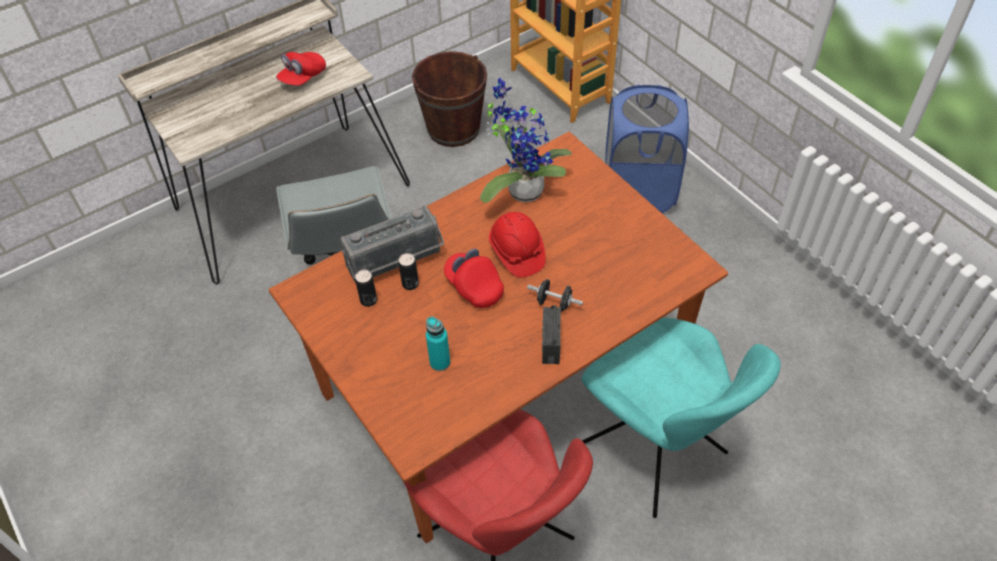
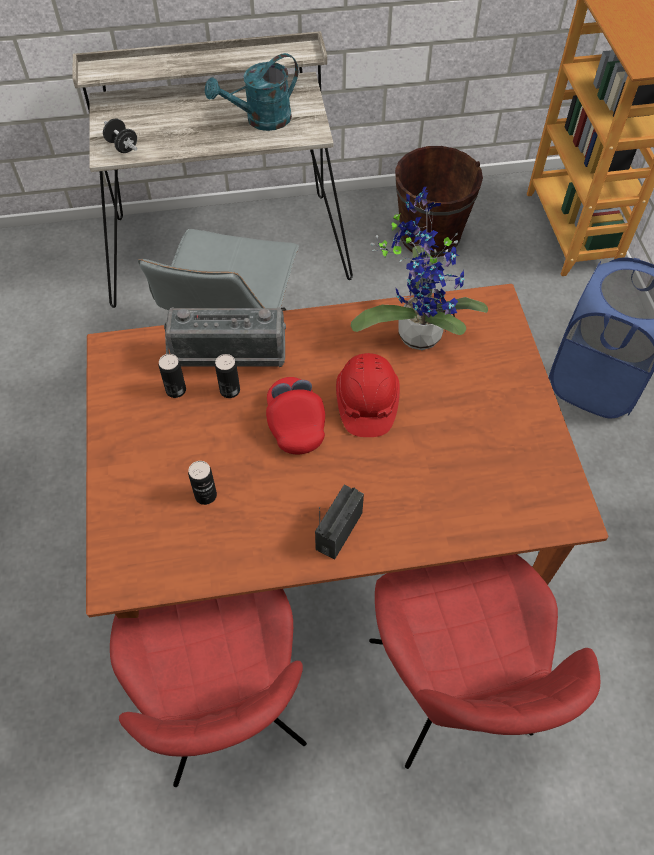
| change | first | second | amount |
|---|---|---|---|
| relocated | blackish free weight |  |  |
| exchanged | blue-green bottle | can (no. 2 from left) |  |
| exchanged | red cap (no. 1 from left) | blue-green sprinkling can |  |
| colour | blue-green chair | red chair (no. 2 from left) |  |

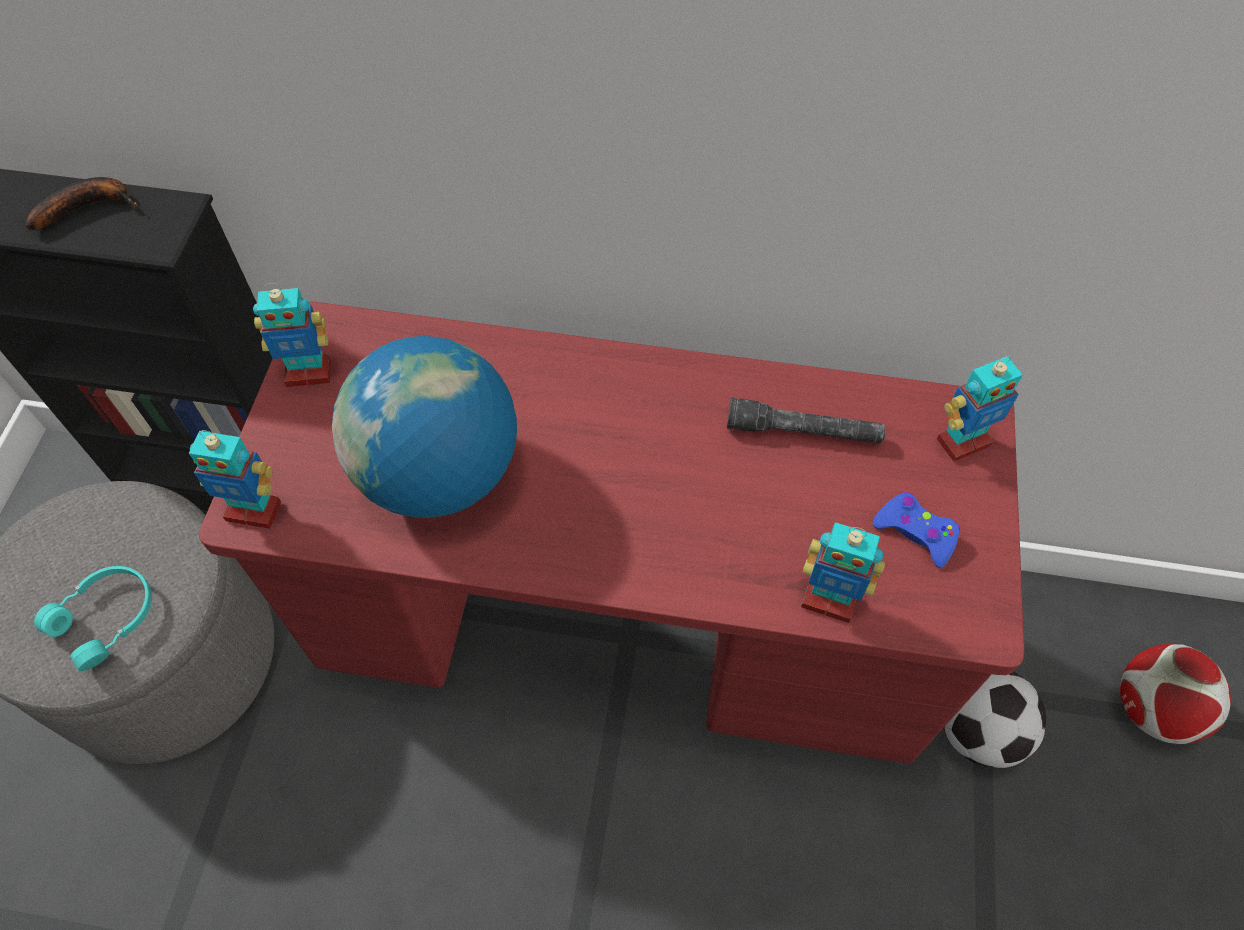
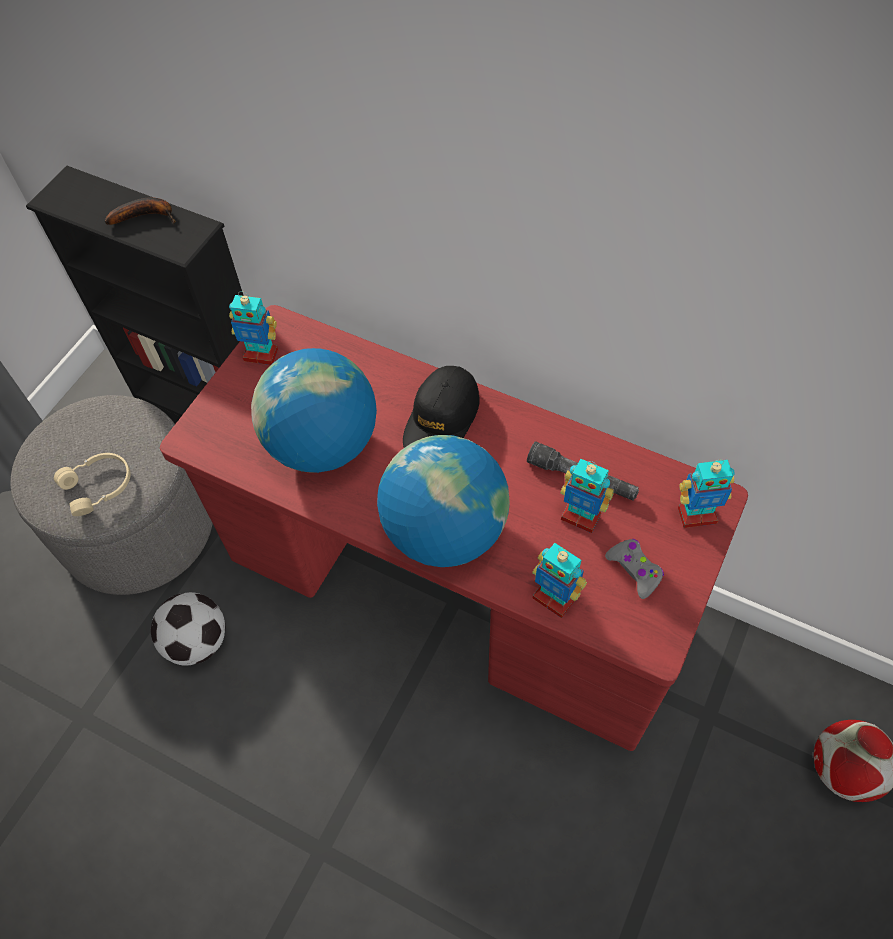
| change | first | second | amount |
|---|---|---|---|
| colour | blue-green pair of headphones | sand-coloured pair of headphones |  |
| relocated | football ball (no. 1 from left) |  |  |
| appeared |  | desk globe (no. 2 from left) |  |
| appeared |  | blackish cap |  |
| relocated | model robot (no. 1 from left in the first image) | model robot (no. 3 from left) |  |
| colour | blue gamepad | gray gamepad |  |

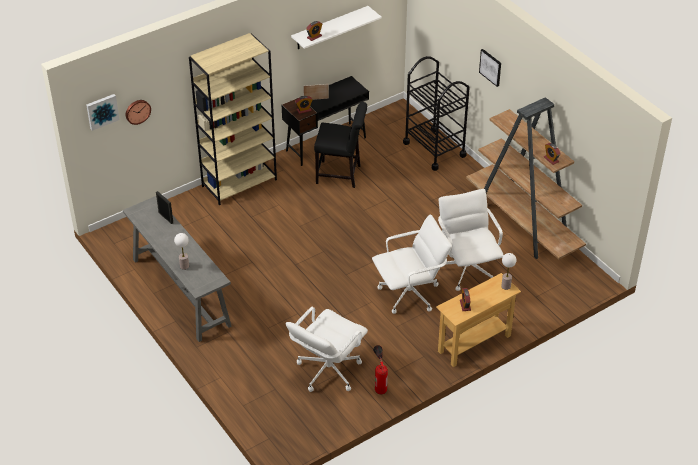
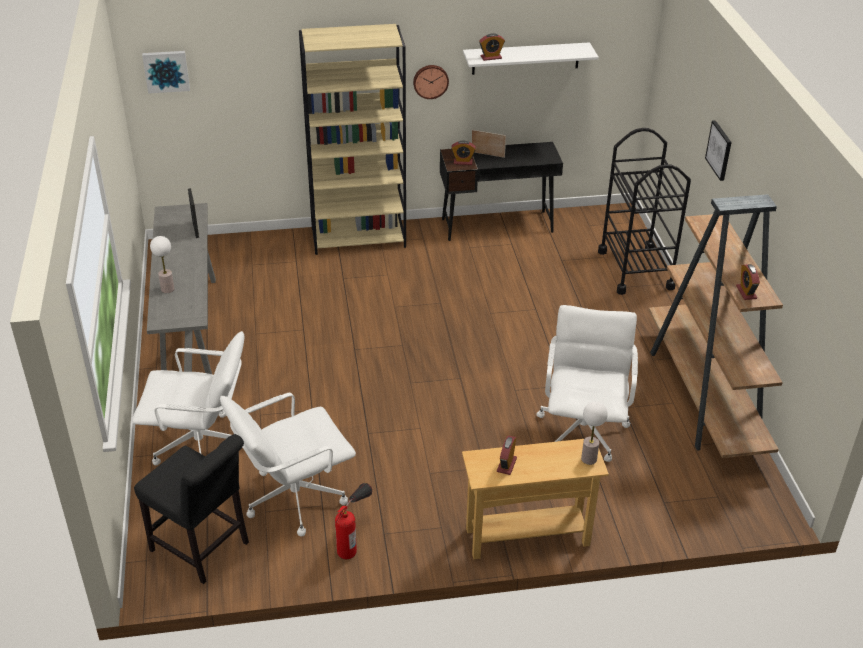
| change | first | second | amount |
|---|---|---|---|
| relocated | white-coloured desk chair (no. 2 from left in the first image) | white-coloured desk chair (no. 1 from left) |  |
| relocated | blackish chair |  |  |
| relocated | clock on the wall |  |  |

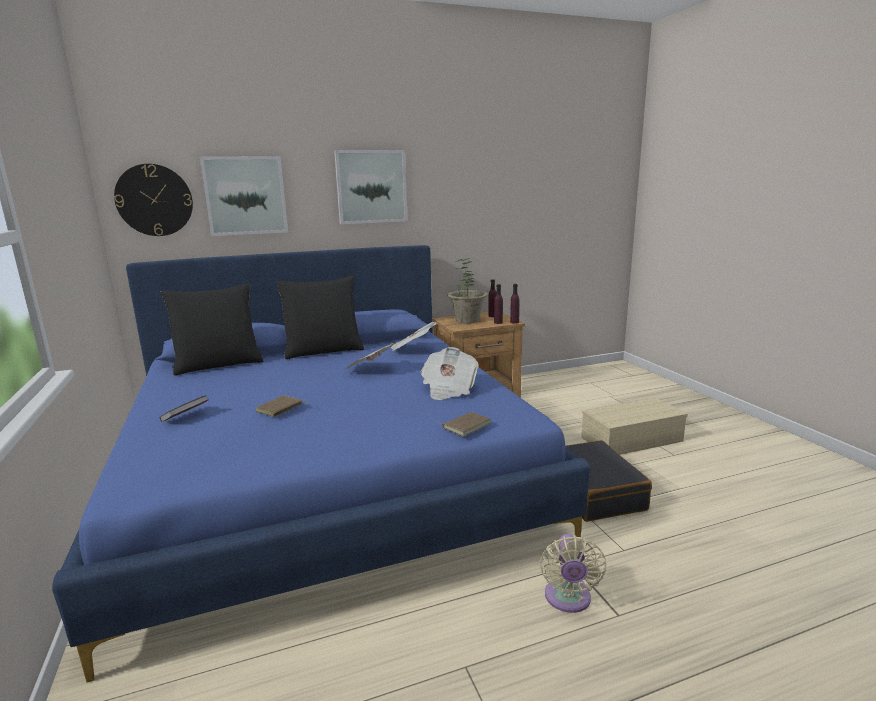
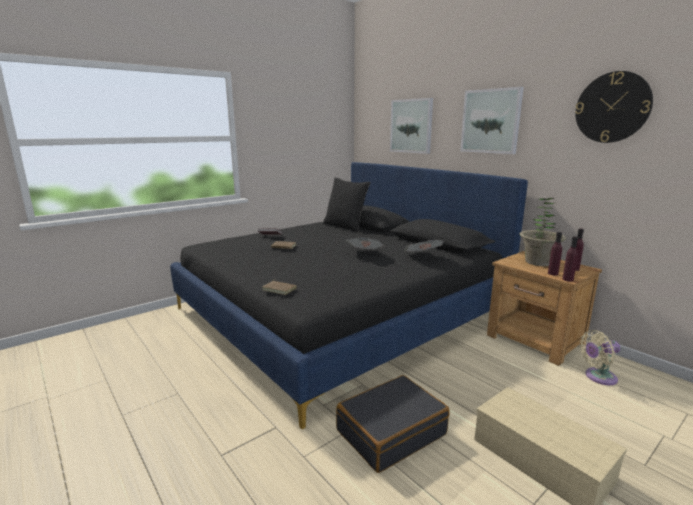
| change | first | second | amount |
|---|---|---|---|
| colour | blue bed | blackish bed |  |
| relocated | clock on the wall |  |  |
| relocated | sand-coloured fan |  |  |
| missing | blackish cushion (no. 2 from left) |  |  |
| missing | daily paper (no. 3 from left) |  |  |

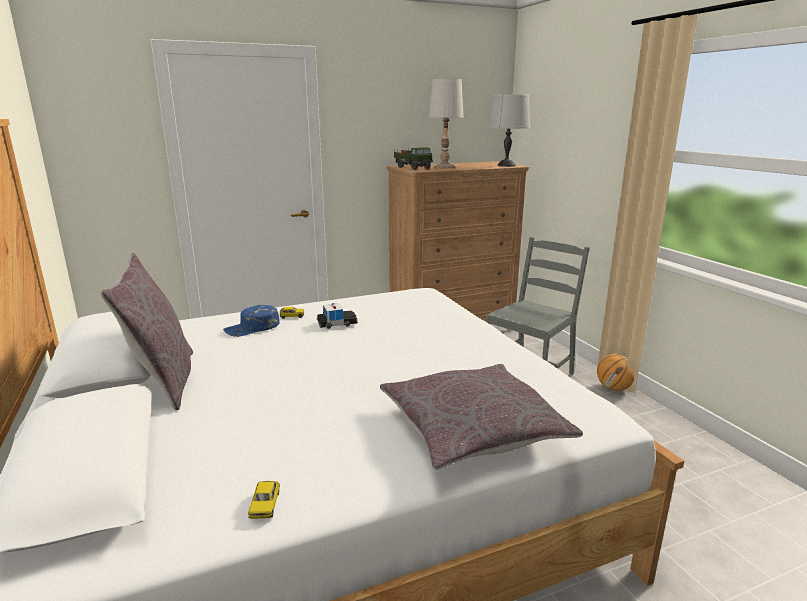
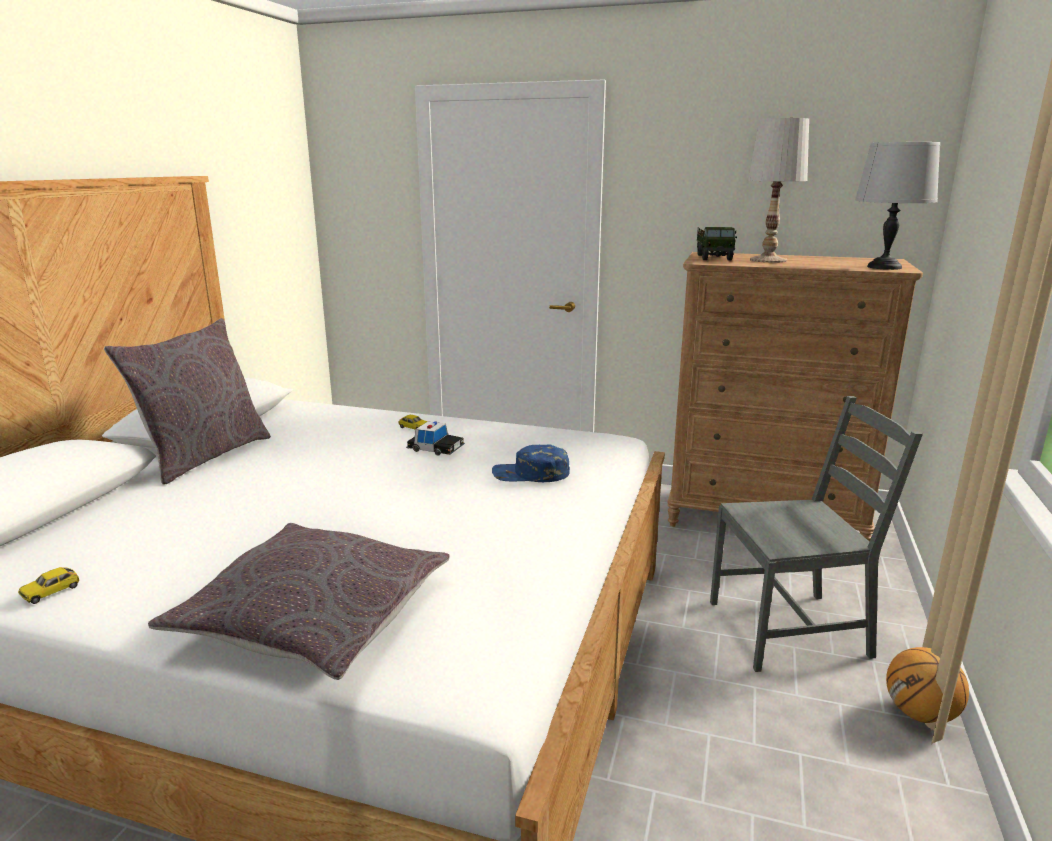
| change | first | second | amount |
|---|---|---|---|
| relocated | blue cap |  |  |

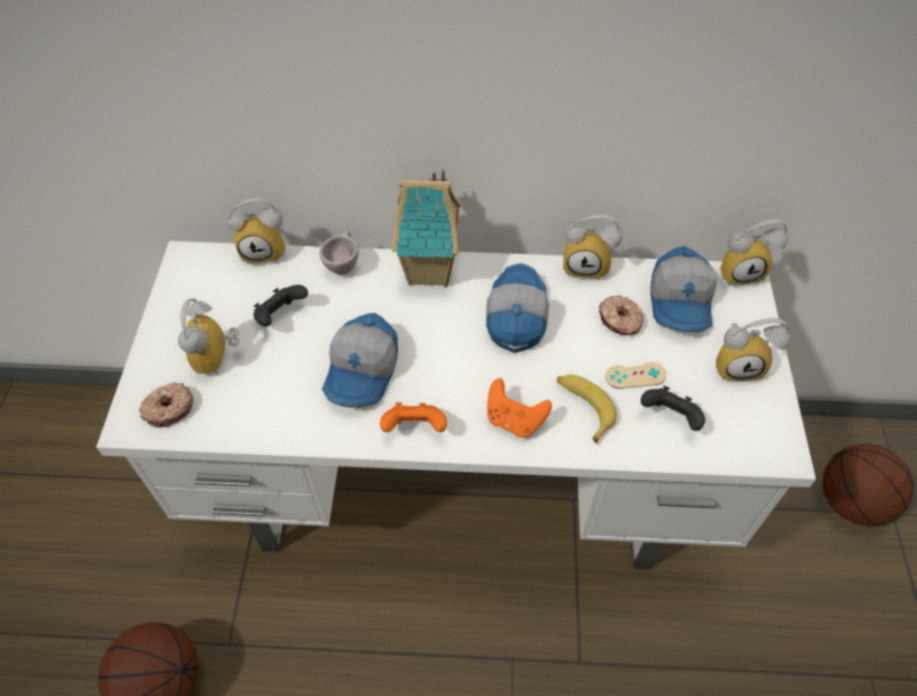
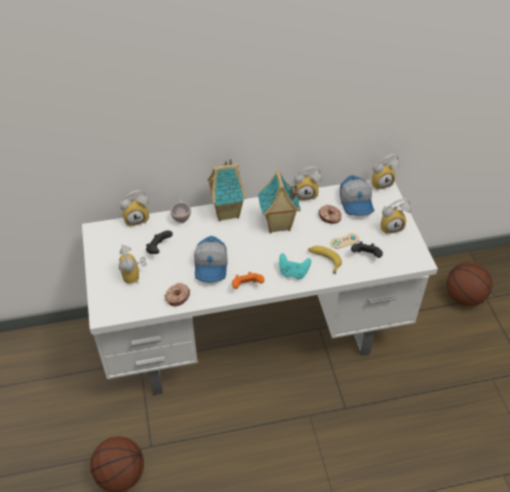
| change | first | second | amount |
|---|---|---|---|
| relocated | doughnut (no. 1 from left) |  |  |
| exchanged | cap (no. 2 from left) | toy house (no. 2 from left) |  |
| colour | orange-coloured gamepad (no. 2 from left) | blue-green gamepad |  |

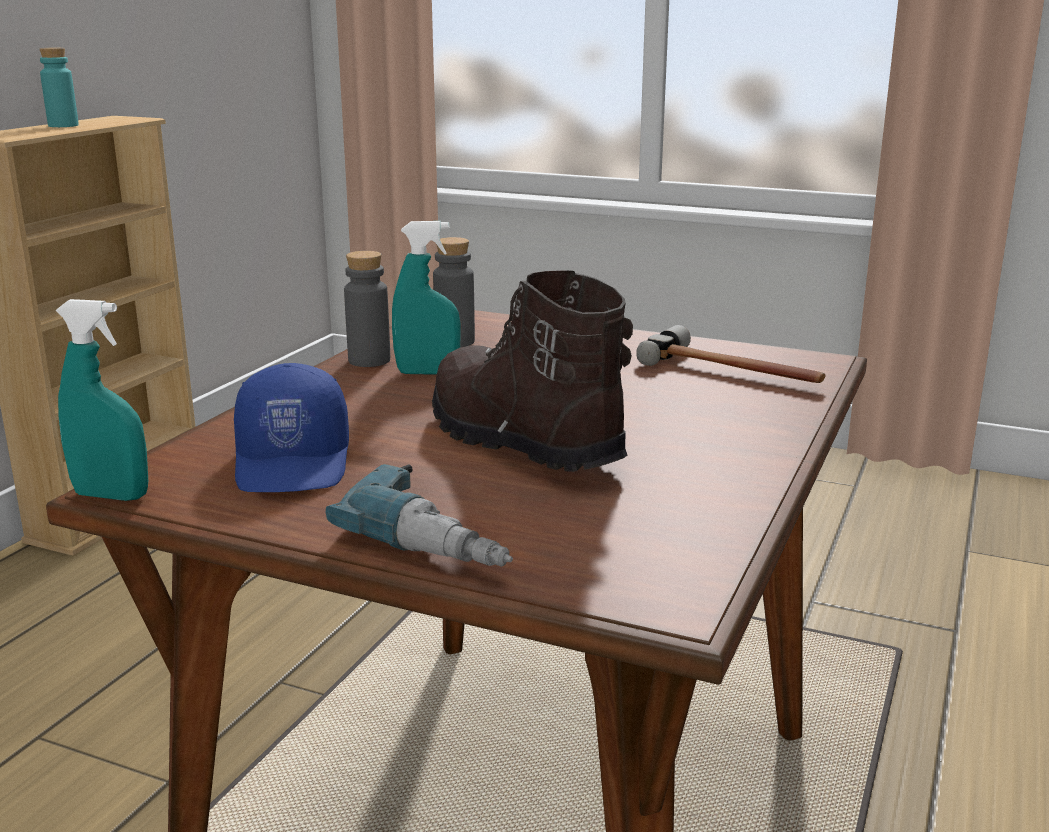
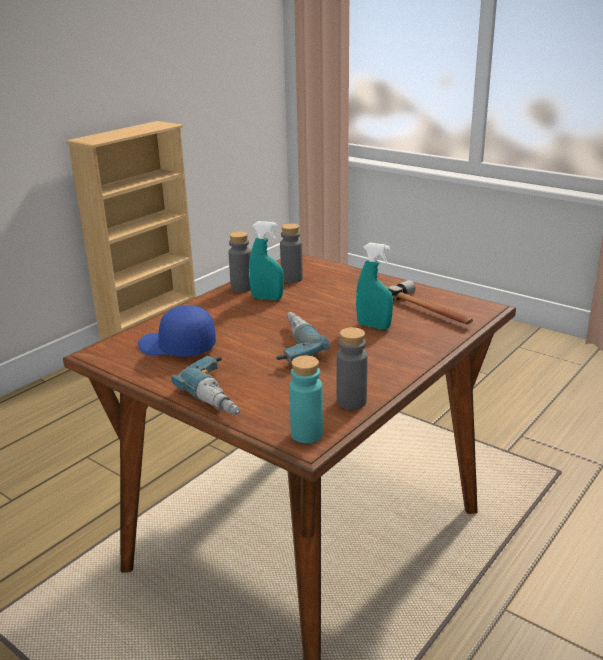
| change | first | second | amount |
|---|---|---|---|
| spun | blue cap |  | 105 degrees clockwise |
| exchanged | brown boot | power drill (no. 2 from left) |  |
| relocated | blue-green bottle |  |  |
| appeared |  | gray bottle (no. 3 from left) |  |
| relocated | blue-green sprayer (no. 1 from left in the first image) | blue-green sprayer (no. 2 from left) |  |

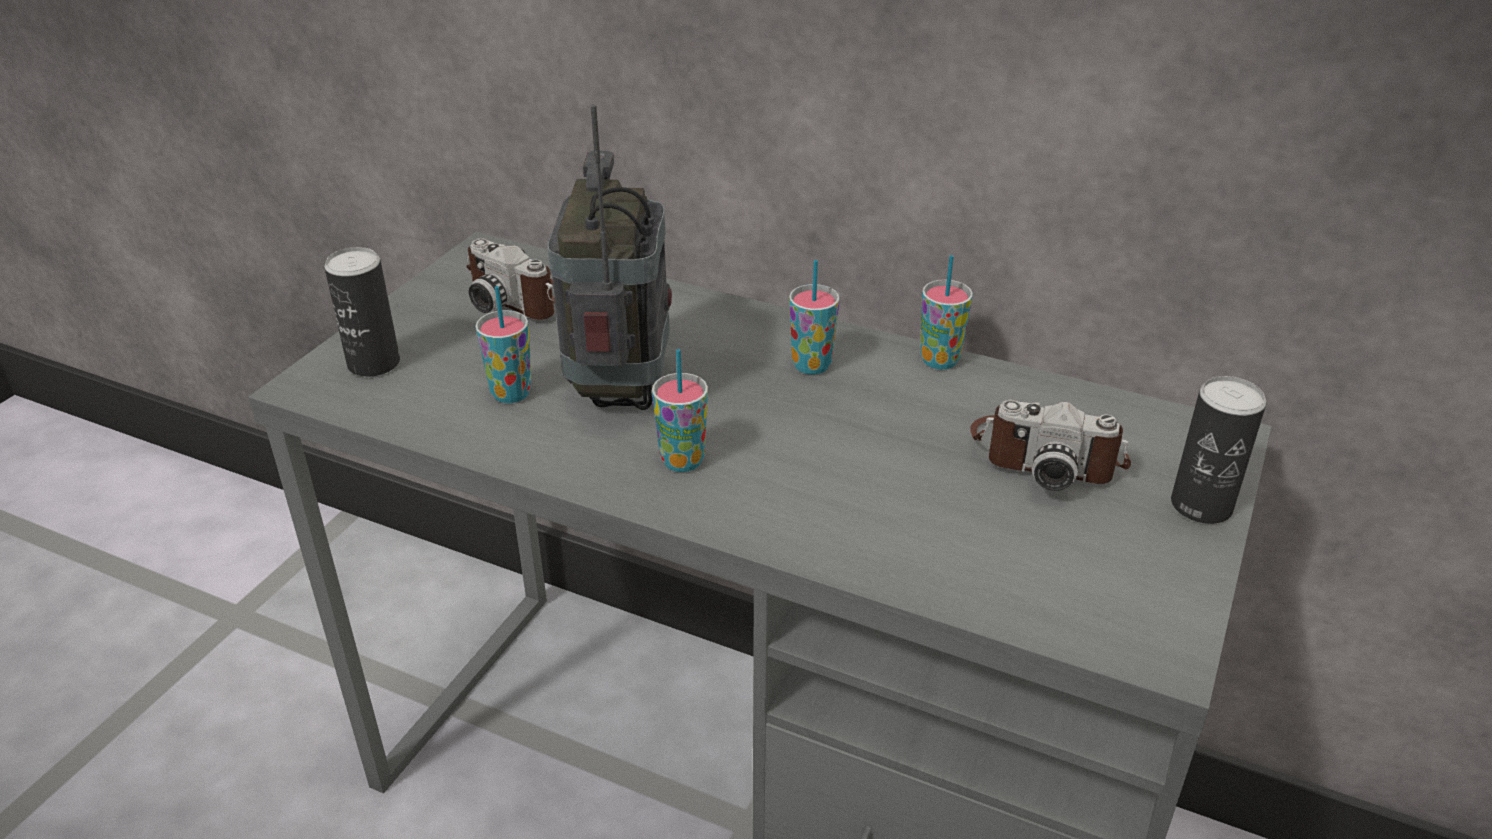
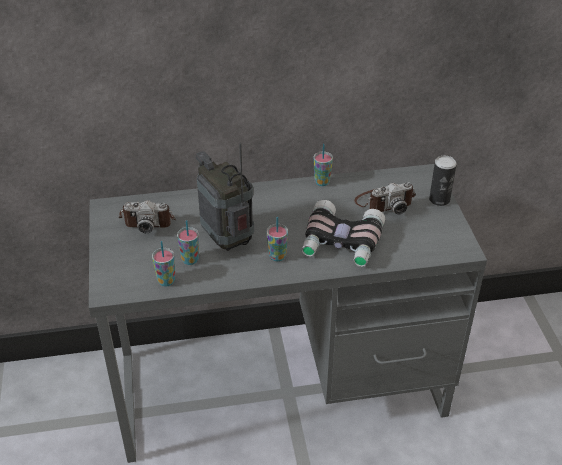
| change | first | second | amount |
|---|---|---|---|
| relocated | cup (no. 3 from left in the first image) | cup (no. 1 from left) |  |
| appeared |  | field glasses |  |
| missing | can (no. 1 from left) |  |  |

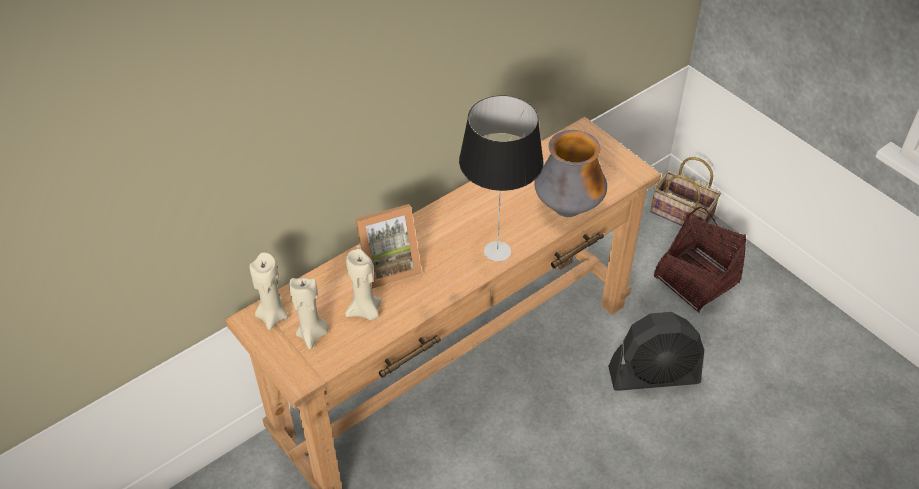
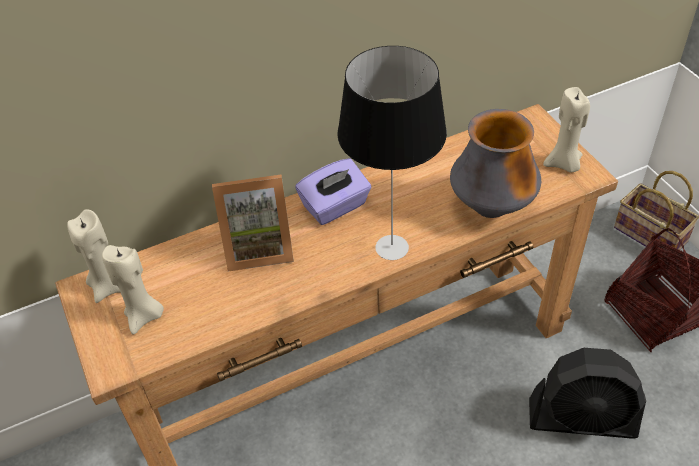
| change | first | second | amount |
|---|---|---|---|
| appeared |  | purple-coloured box of tissues |  |
| relocated | sand-coloured wax light (no. 3 from left) |  |  |

